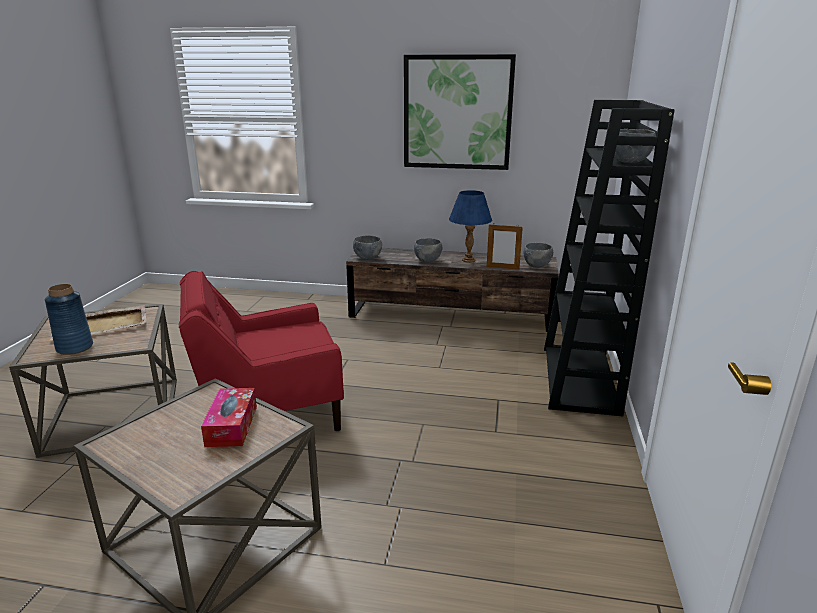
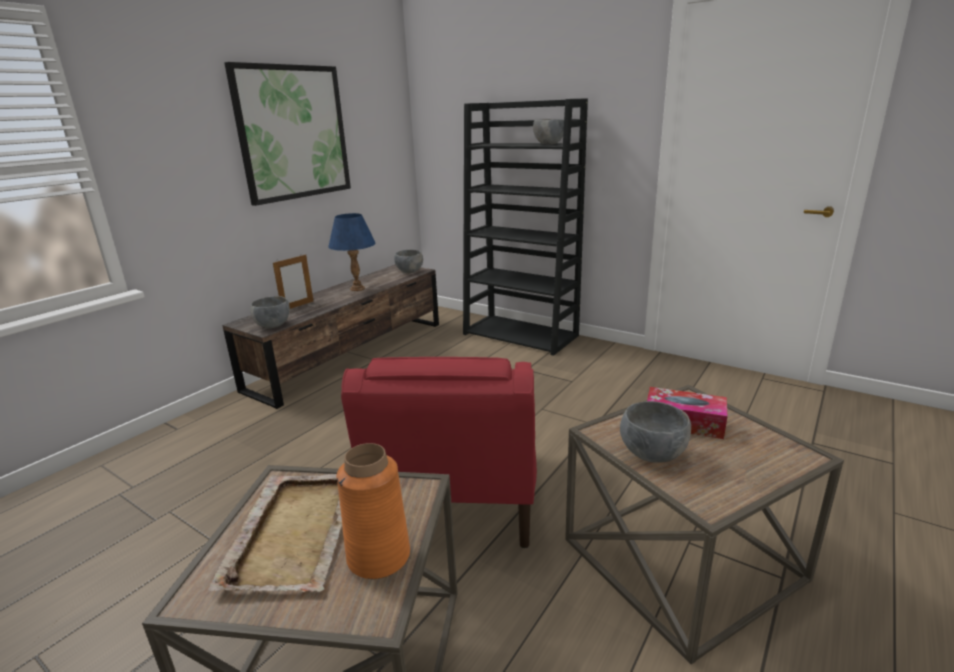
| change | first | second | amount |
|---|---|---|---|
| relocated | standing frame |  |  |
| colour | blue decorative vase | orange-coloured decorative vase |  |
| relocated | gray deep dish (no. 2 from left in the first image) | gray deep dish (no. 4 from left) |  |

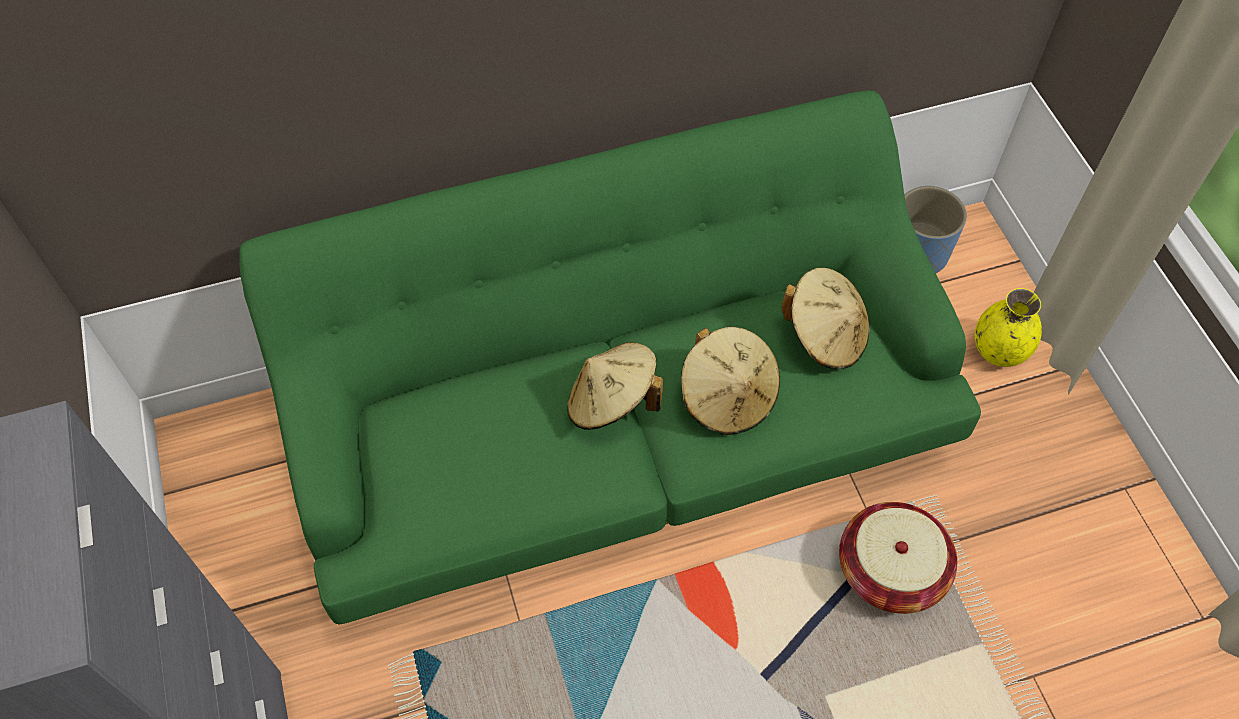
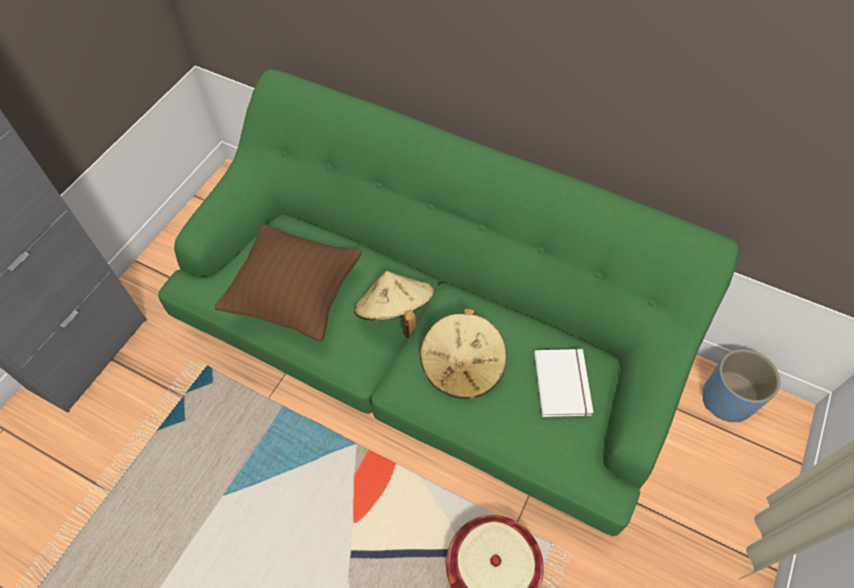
| change | first | second | amount |
|---|---|---|---|
| appeared |  | brown cushion |  |
| exchanged | sand-coloured hat (no. 3 from left) | white-coloured book |  |
| missing | yellowish decorative vase |  |  |

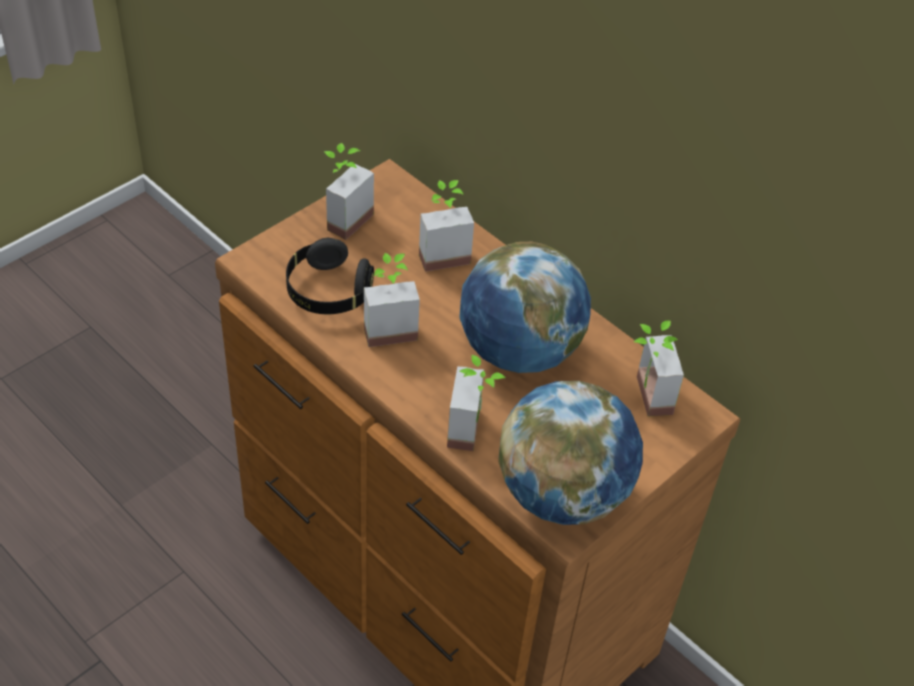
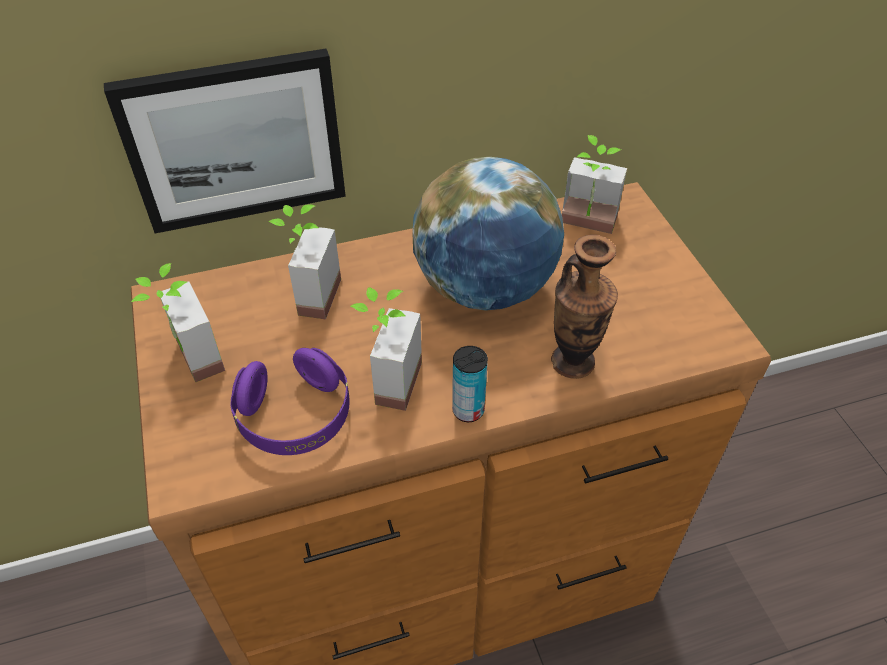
| change | first | second | amount |
|---|---|---|---|
| appeared |  | picture |  |
| colour | blackish pair of headphones | purple-coloured pair of headphones |  |
| appeared |  | can |  |
| exchanged | houseplant (no. 4 from left) | decorative vase |  |
| missing | desk globe (no. 2 from left) |  |  |

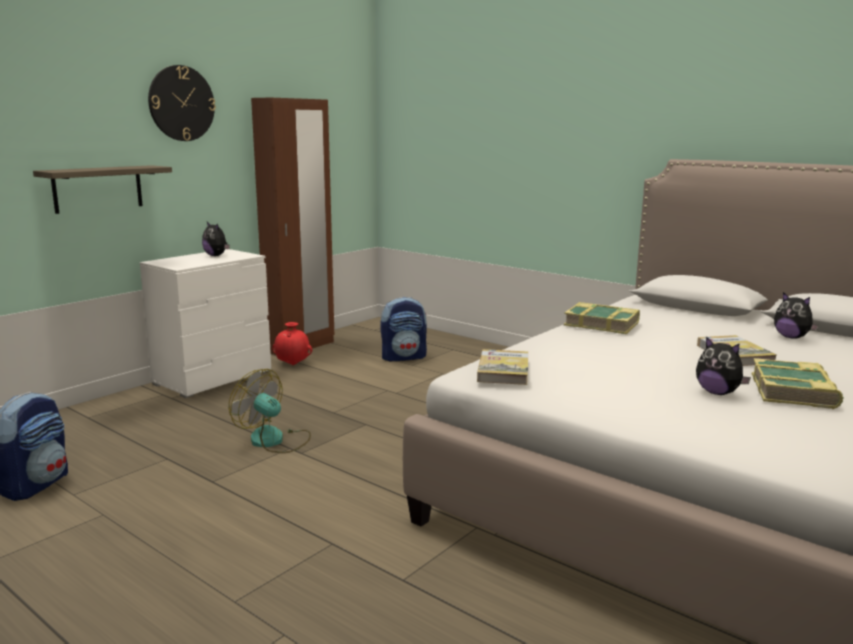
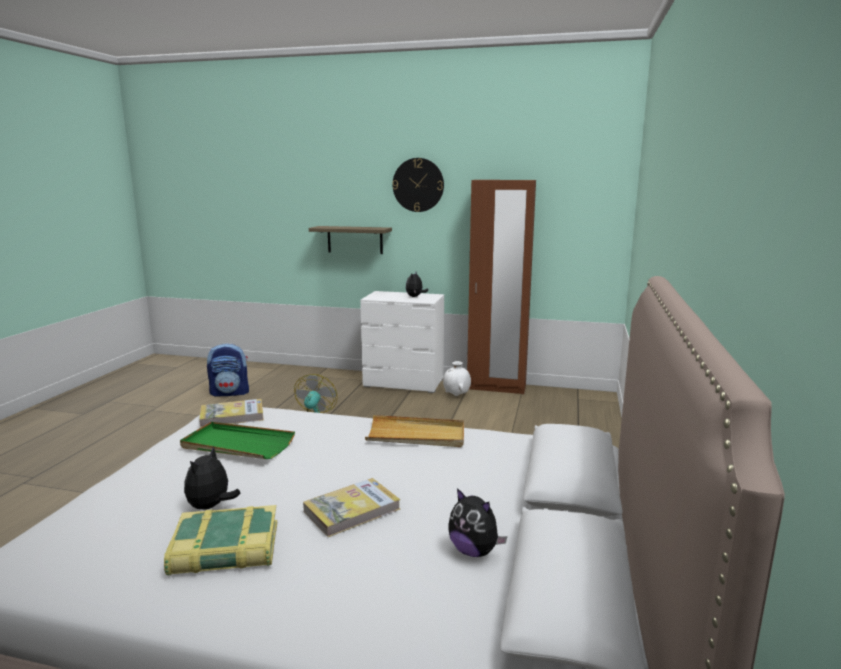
| change | first | second | amount |
|---|---|---|---|
| appeared |  | green-coloured serving tray |  |
| exchanged | book (no. 2 from left) | sand-coloured serving tray |  |
| colour | red decorative vase | white-coloured decorative vase |  |
| spun | soft toy (no. 3 from left) |  | 75 degrees counterclockwise |
| missing | knapsack (no. 2 from left) |  |  |

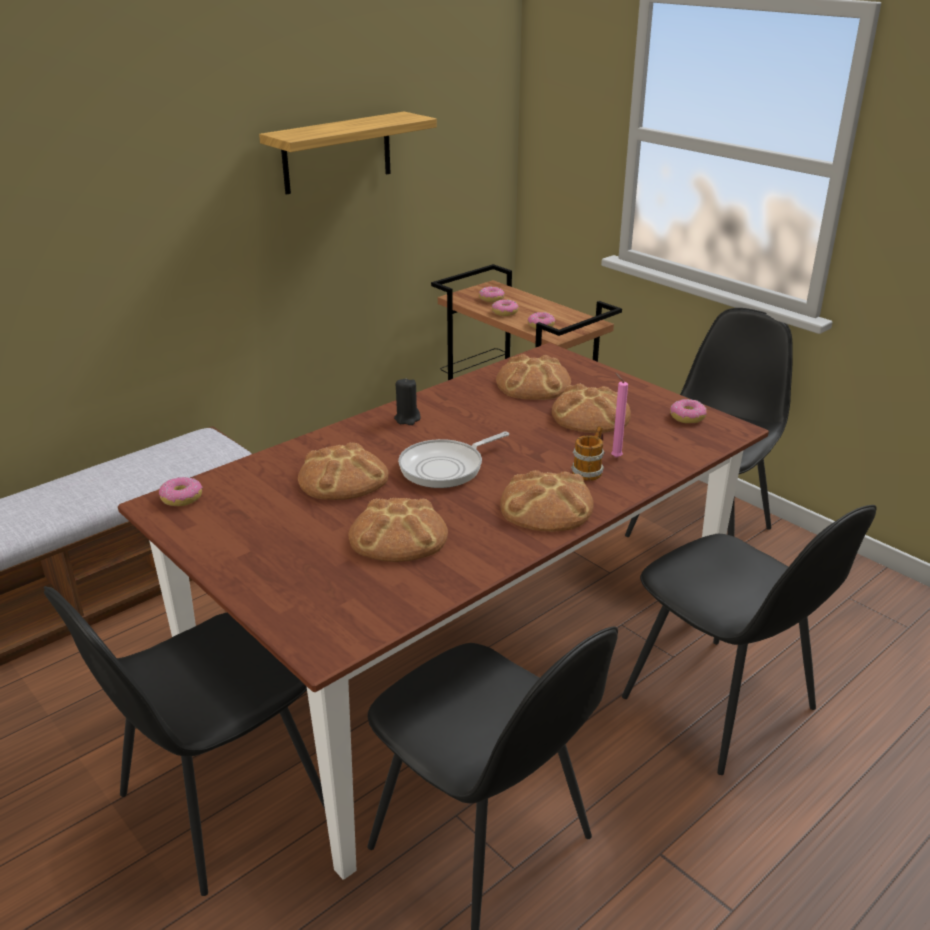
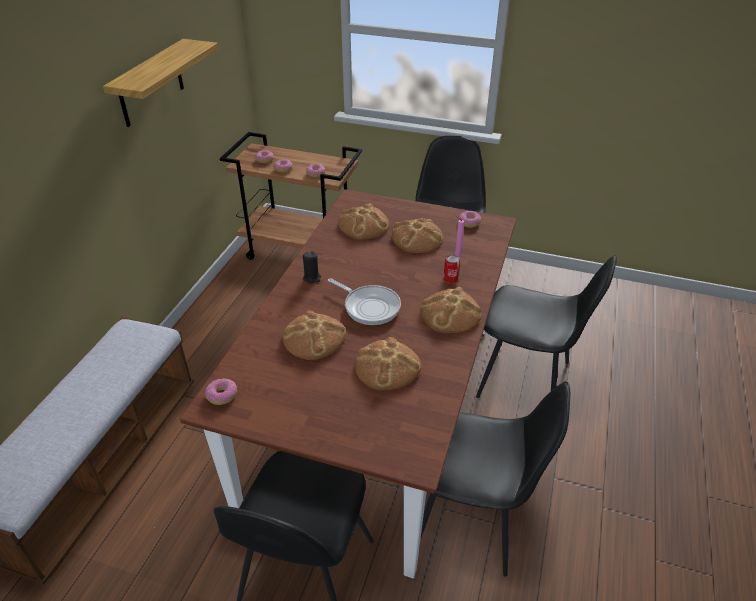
| change | first | second | amount |
|---|---|---|---|
| spun | pan |  | 75 degrees counterclockwise |
| exchanged | coffee mug | can |  |

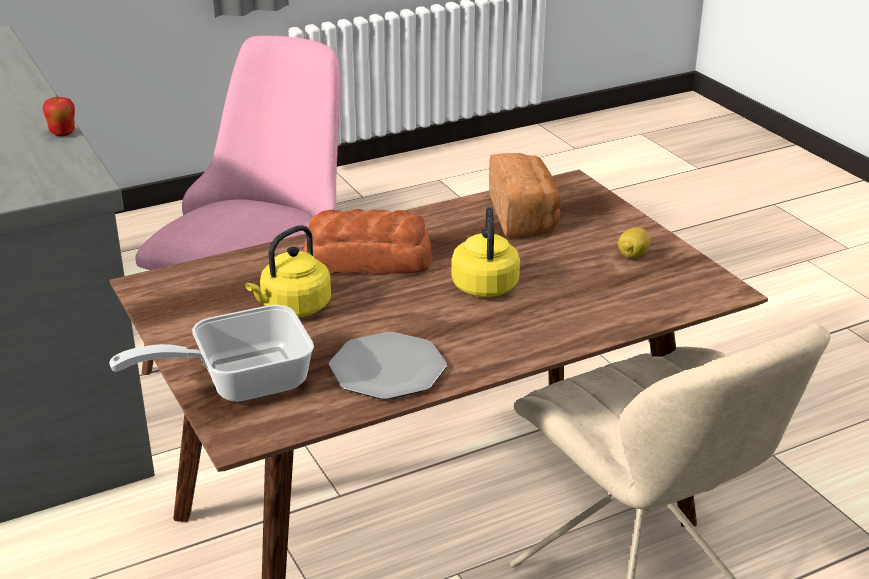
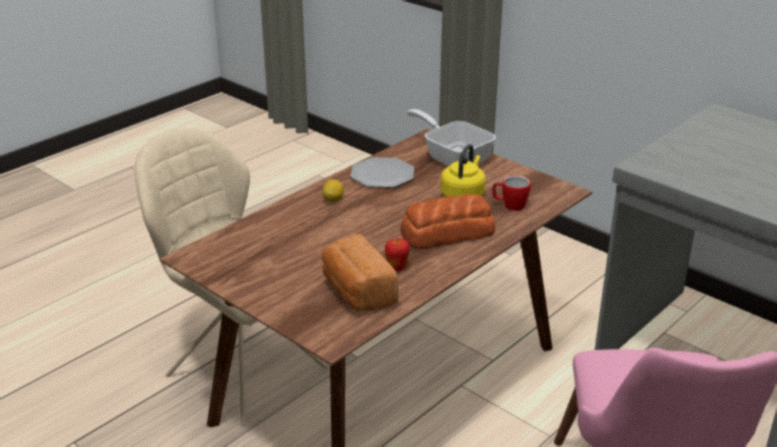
| change | first | second | amount |
|---|---|---|---|
| relocated | whole lemon |  |  |
| relocated | apple |  |  |
| spun | pan |  | 90 degrees counterclockwise |
| appeared |  | coffee mug |  |
| missing | yellowish kettle (no. 2 from left) |  |  |

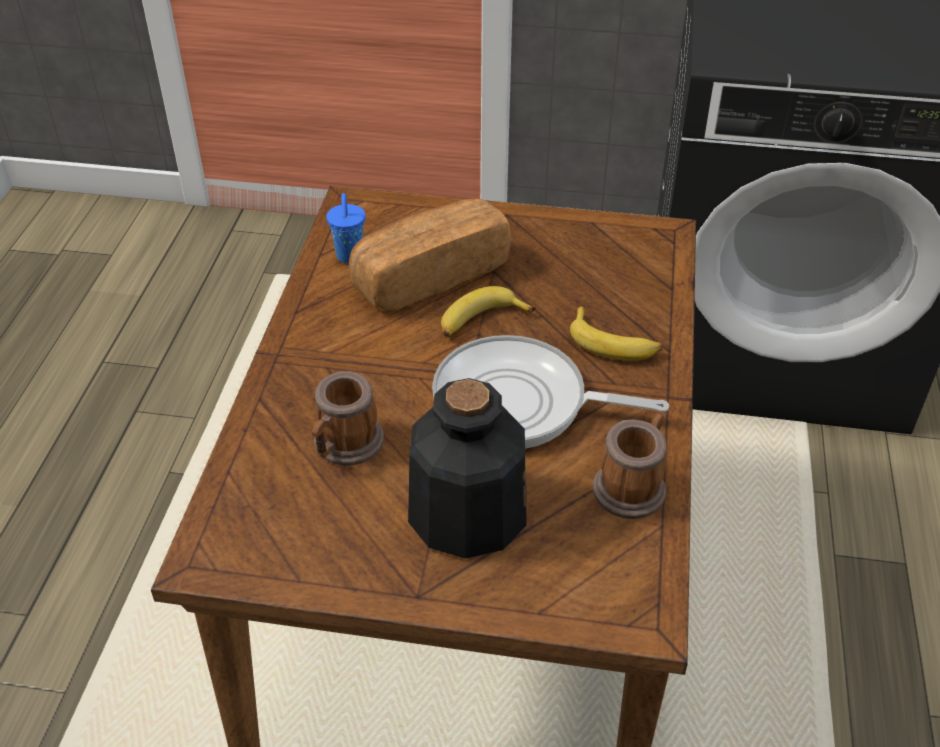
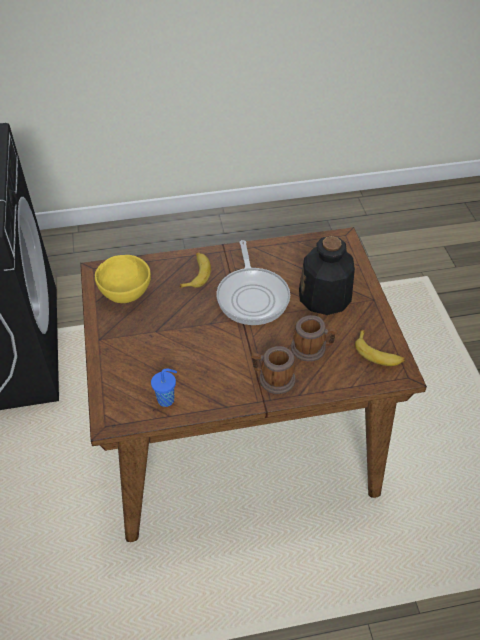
| change | first | second | amount |
|---|---|---|---|
| appeared |  | yellowish deep dish |  |
| relocated | coffee mug (no. 2 from left in the first image) | coffee mug (no. 1 from left) |  |
| relocated | banana fruit (no. 1 from left in the first image) | banana fruit (no. 2 from left) |  |
| missing | baked bread |  |  |

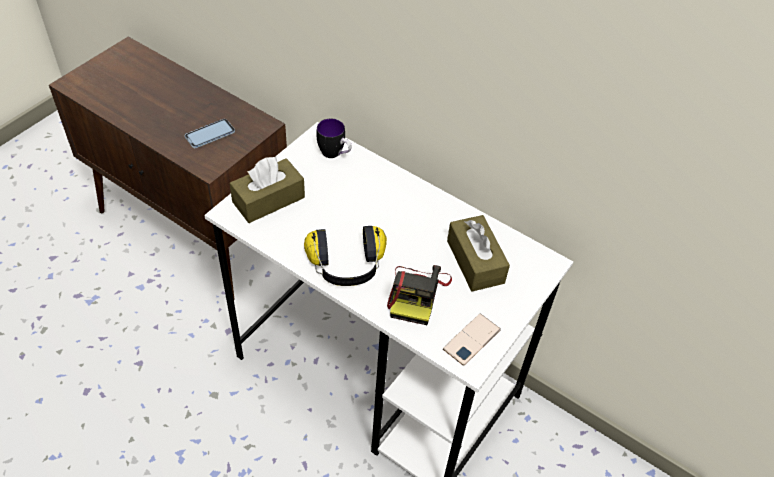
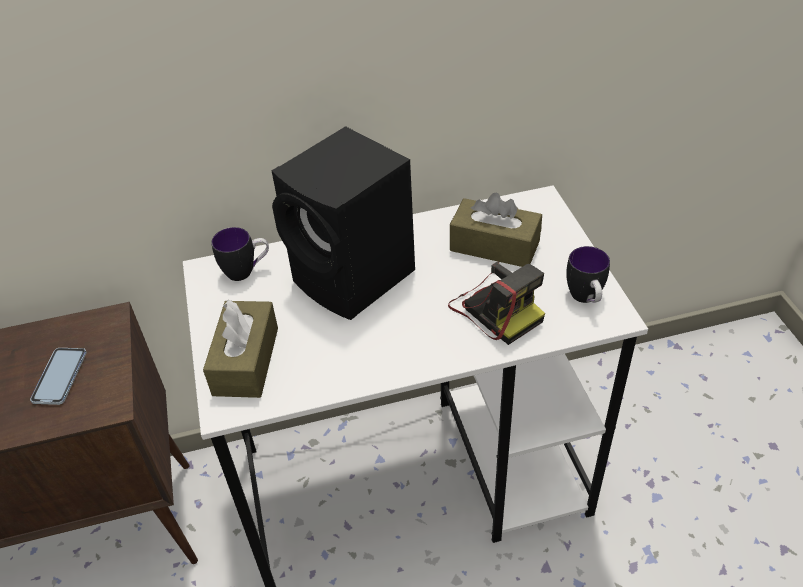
| change | first | second | amount |
|---|---|---|---|
| appeared |  | blackish audio speaker |  |
| exchanged | phone (no. 2 from left) | coffee mug (no. 2 from left) |  |
| missing | pair of headphones |  |  |

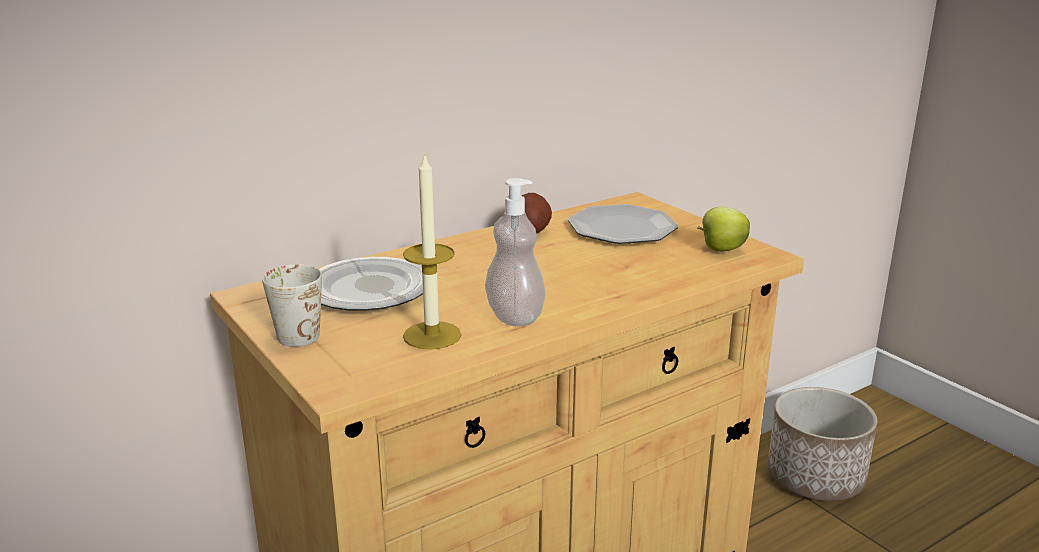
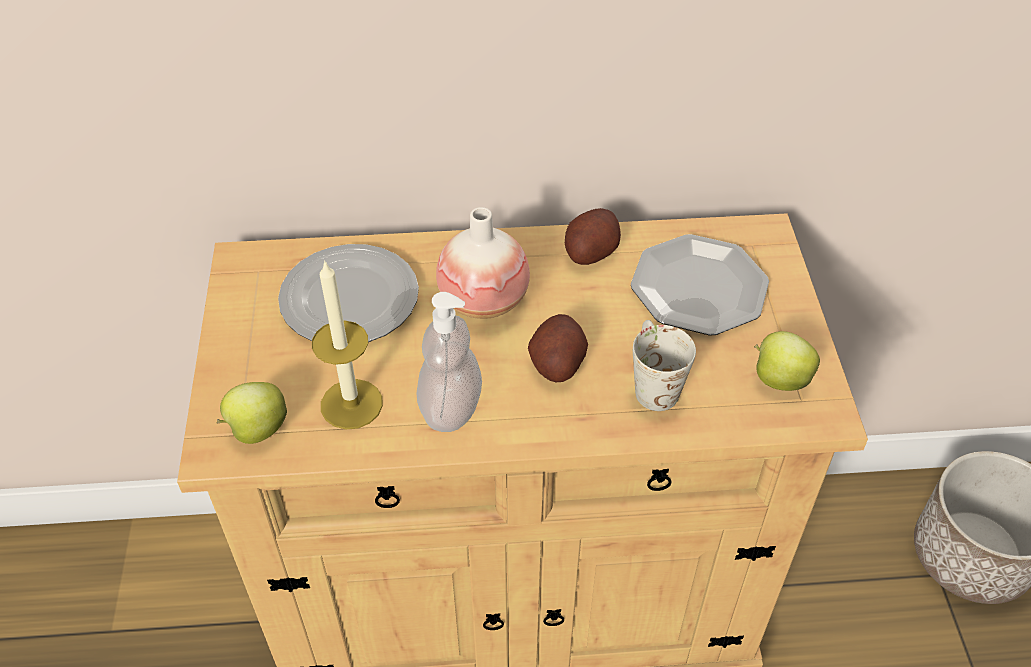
| change | first | second | amount |
|---|---|---|---|
| appeared |  | apple (no. 1 from left) |  |
| appeared |  | decorative vase |  |
| appeared |  | whole potato (no. 1 from left) |  |
| relocated | white-coloured coffee mug |  |  |

